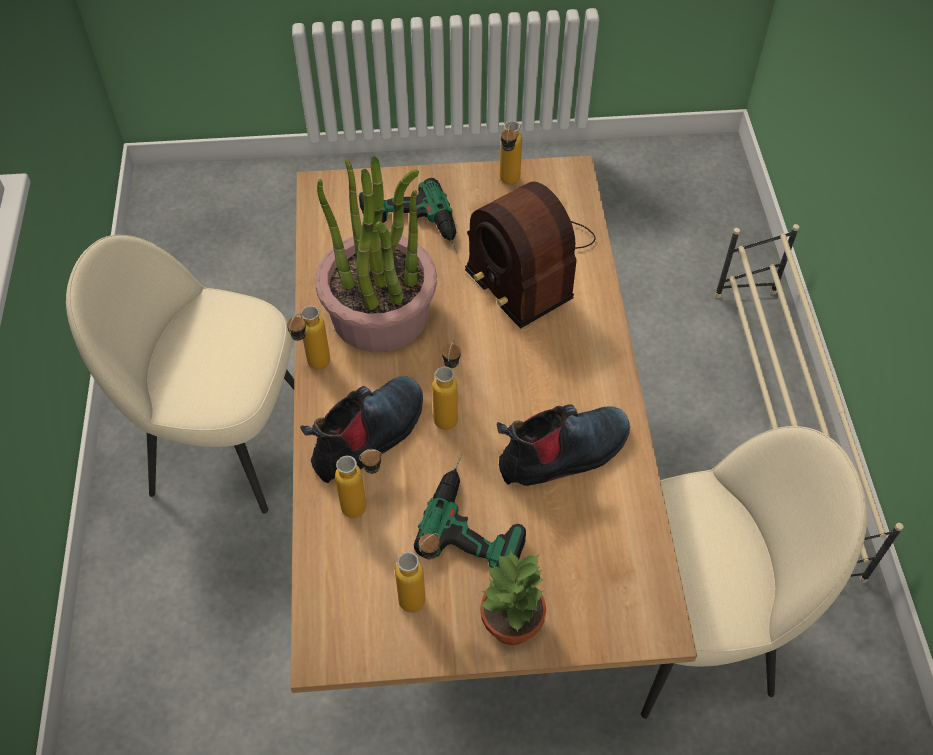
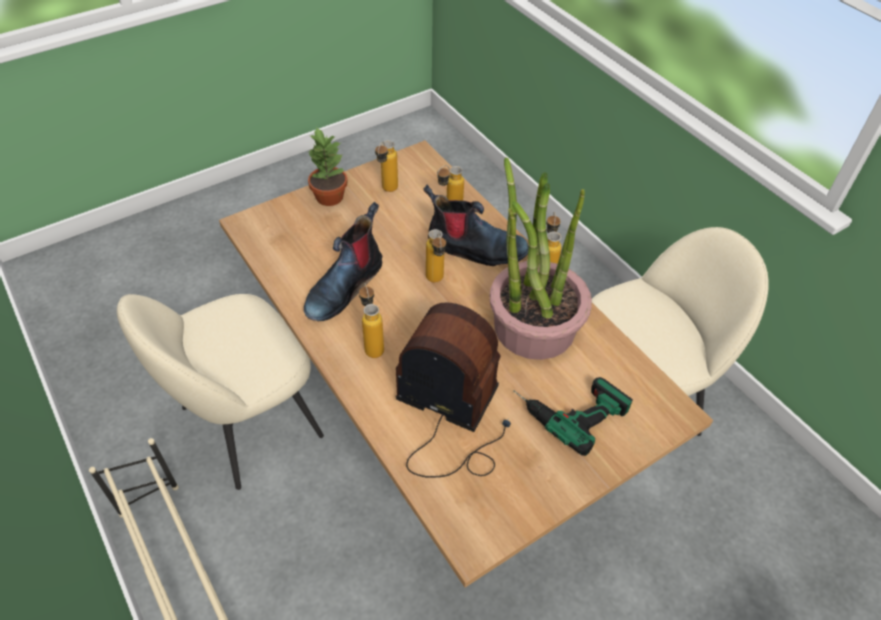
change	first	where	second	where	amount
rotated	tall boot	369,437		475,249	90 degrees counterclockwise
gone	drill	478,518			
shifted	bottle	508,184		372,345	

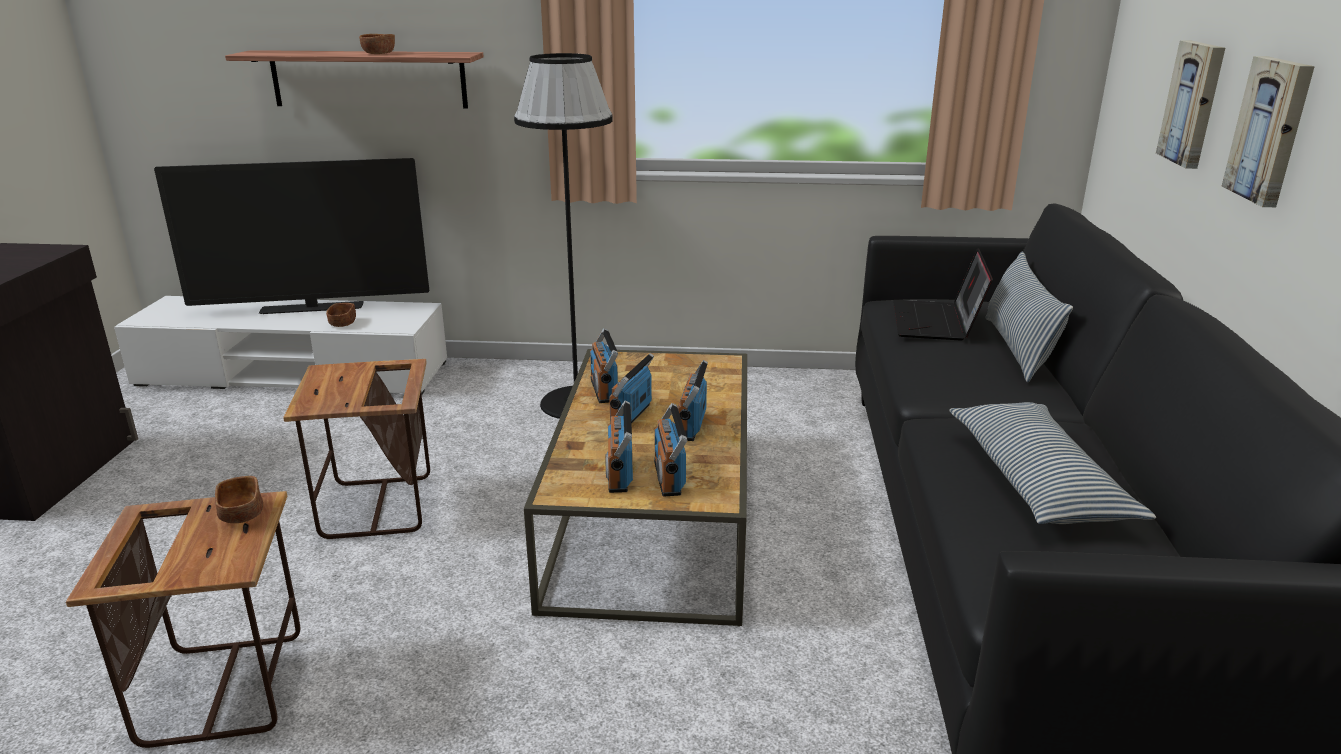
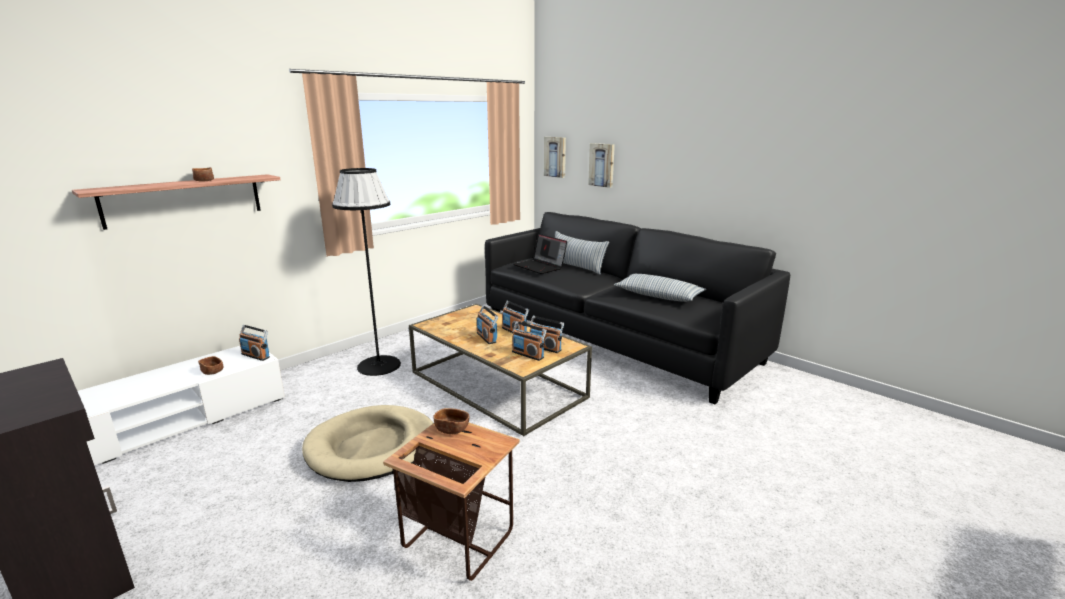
change	first	where	second	where	amount
gone	TV set	312,308			
swapped	accent table	377,508	dog bed/beige	372,447	
shifted	radio receiver	603,390		256,355	
shifted	wall art	1271,130		555,157	

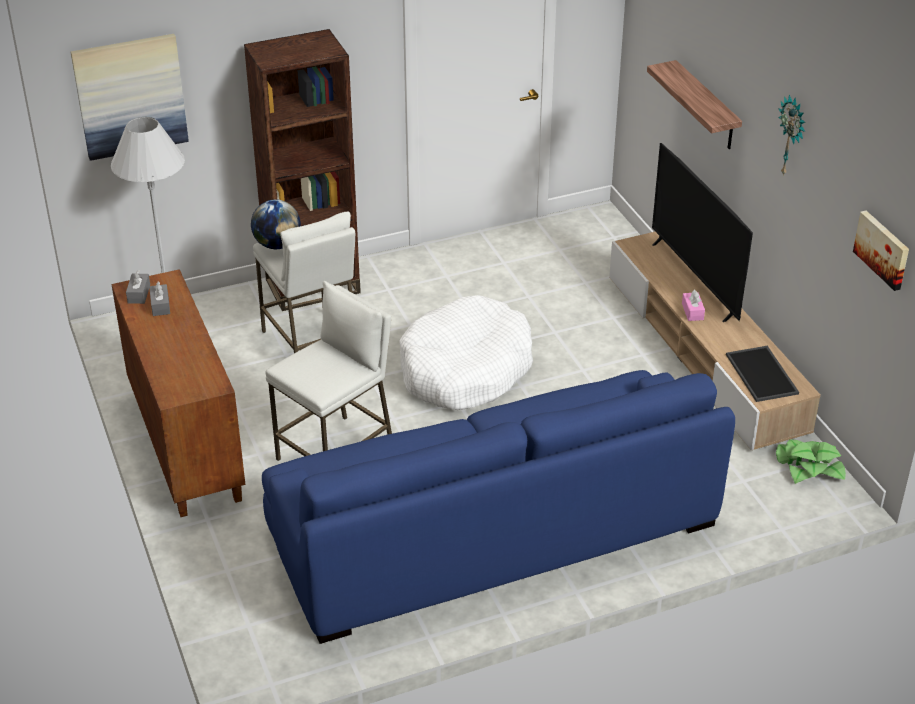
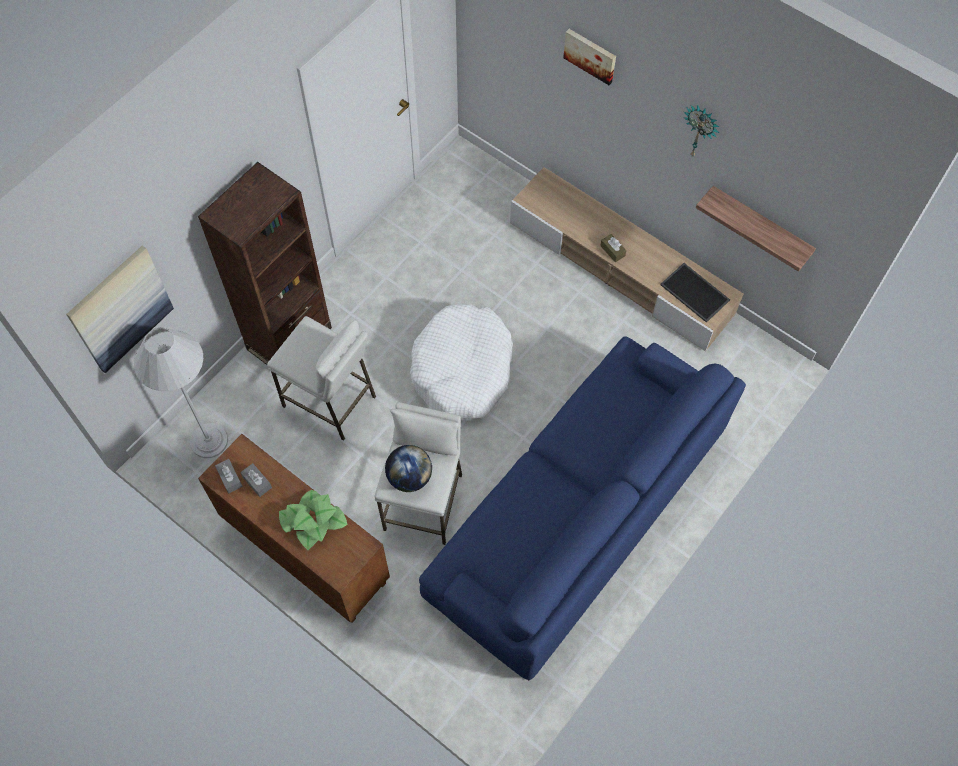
change	first	where	second	where	amount
shifted	world globe	277,244		409,477	
shifted	shelf	706,107		760,226	
gone	TV set	695,280			
repainted	tissue holder/pink	692,311	tissue holder/brown-coloured	612,251	
shifted	potted plant	809,467		313,521	
shifted	wall art	883,249		590,55	

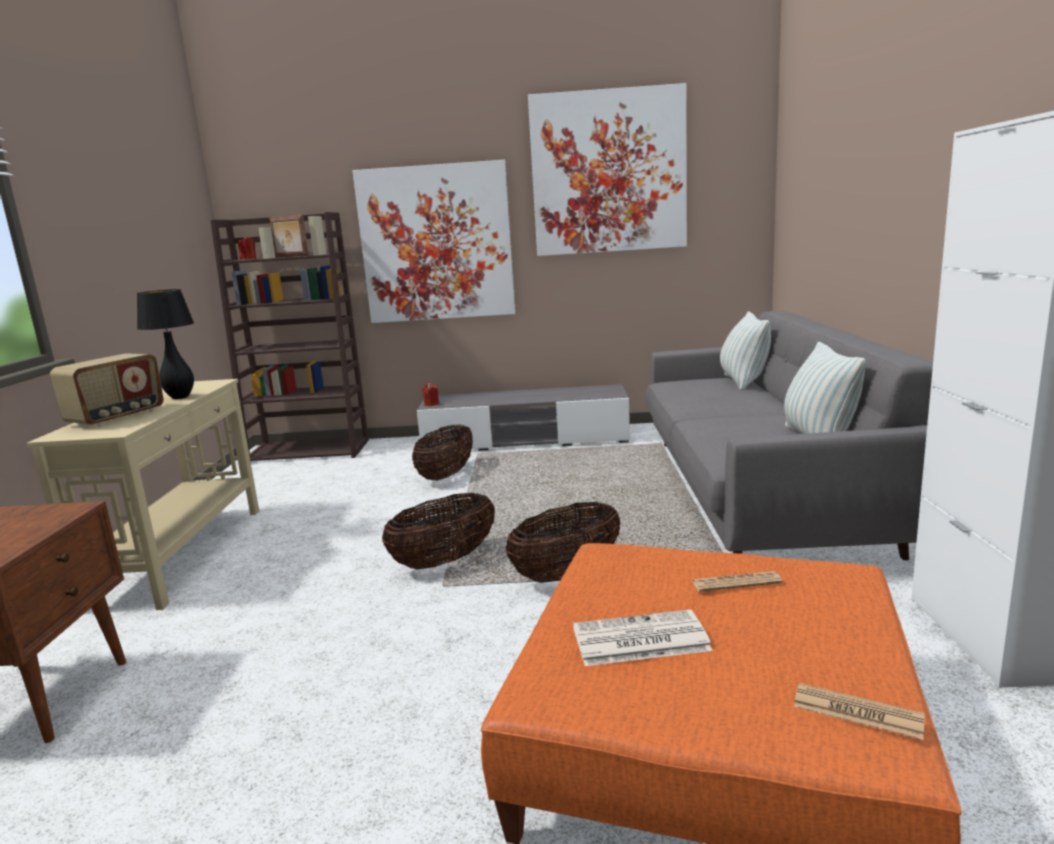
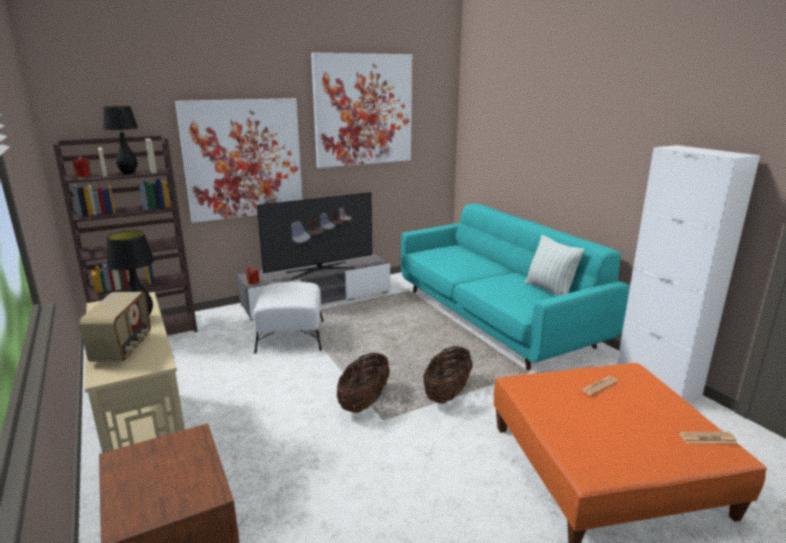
change	first	where	second	where	amount
swapped	picture frame	291,256	tabletop lamp/black	128,173	
swapped	storage basket	446,475	footrest/whitish	291,336	
gone	printed paper	638,640			
repainted	couch/grey	757,490	couch/blue-green	493,317	
gone	pillow	743,382			
new			TV set	319,270	

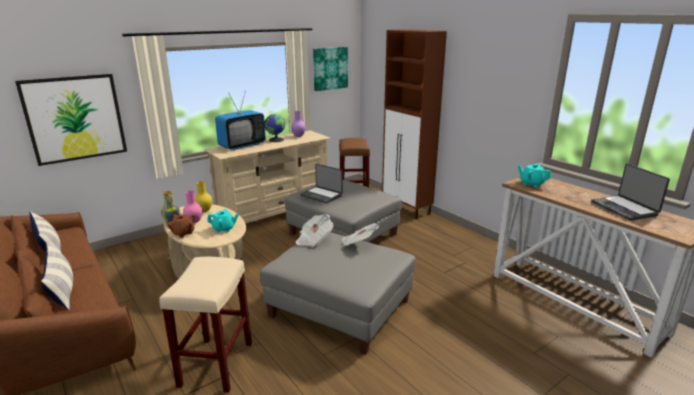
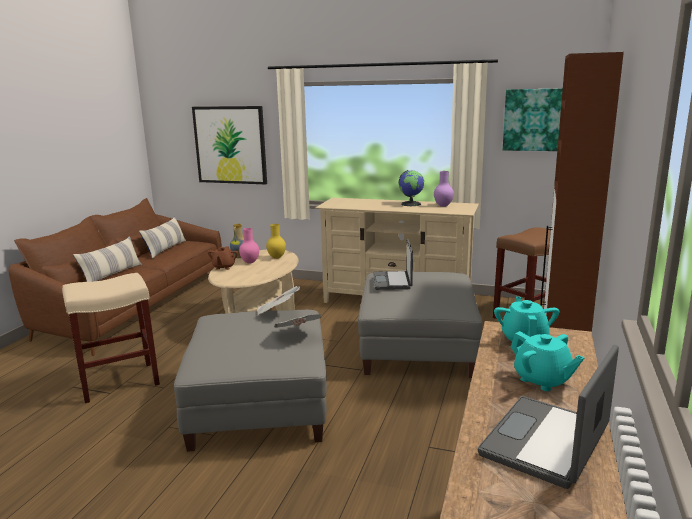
change	first	where	second	where	amount
shifted	teapot/blue-green	224,229		542,380	
gone	TV set	242,146			

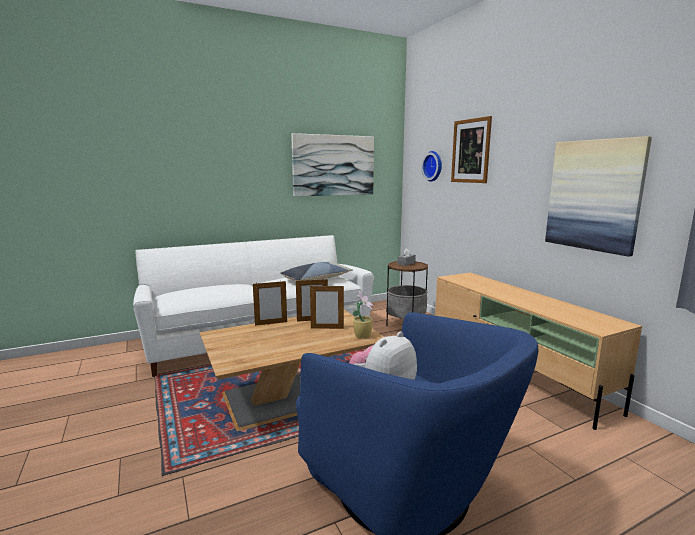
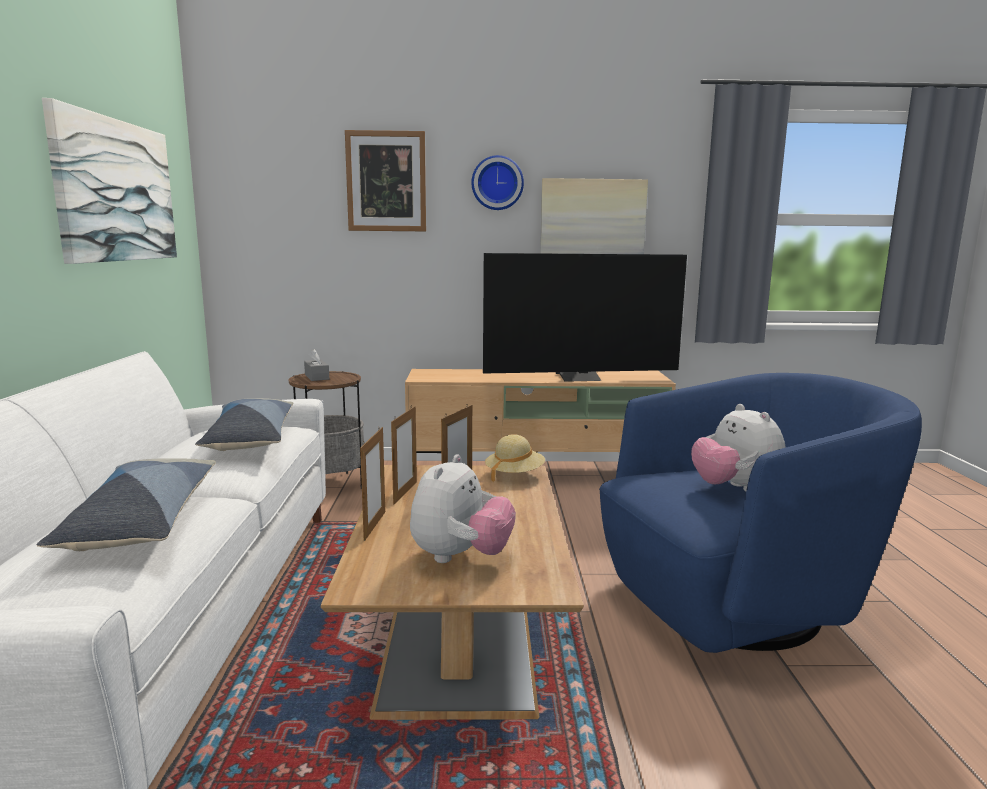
change	first	where	second	where	amount
swapped	potted plant	363,335	wearable hat/beige	514,474	
shifted	wall clock	433,166		497,183	
new			pillow	142,520	
new			plush toy	460,557	
new			TV set	580,378	

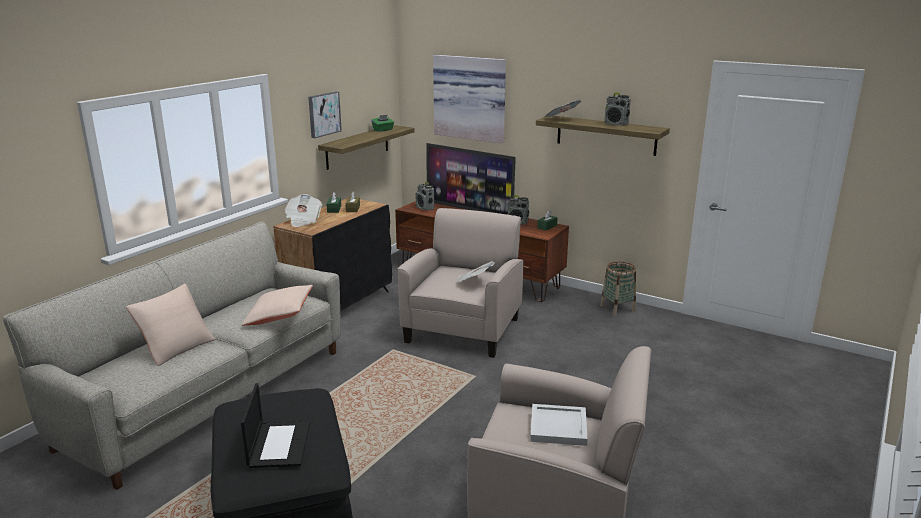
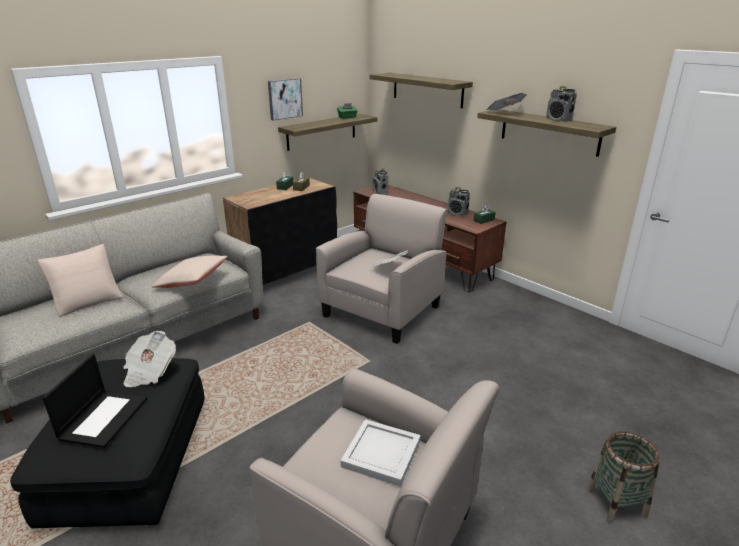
change	first	where	second	where	amount
shifted	printed paper	303,220		149,371	
gone	TV set	469,209			
swapped	wall art	470,98	shelf	427,90	
shifted	storage basket	617,308		616,503	

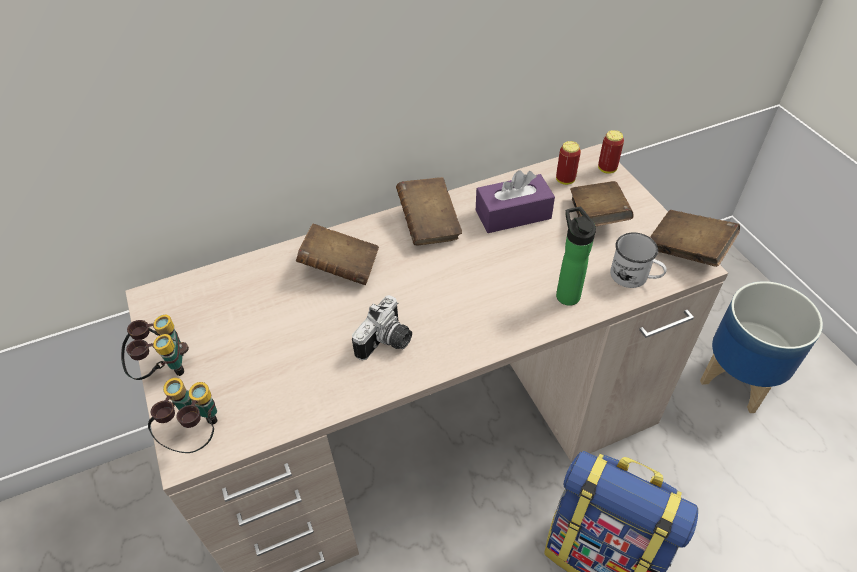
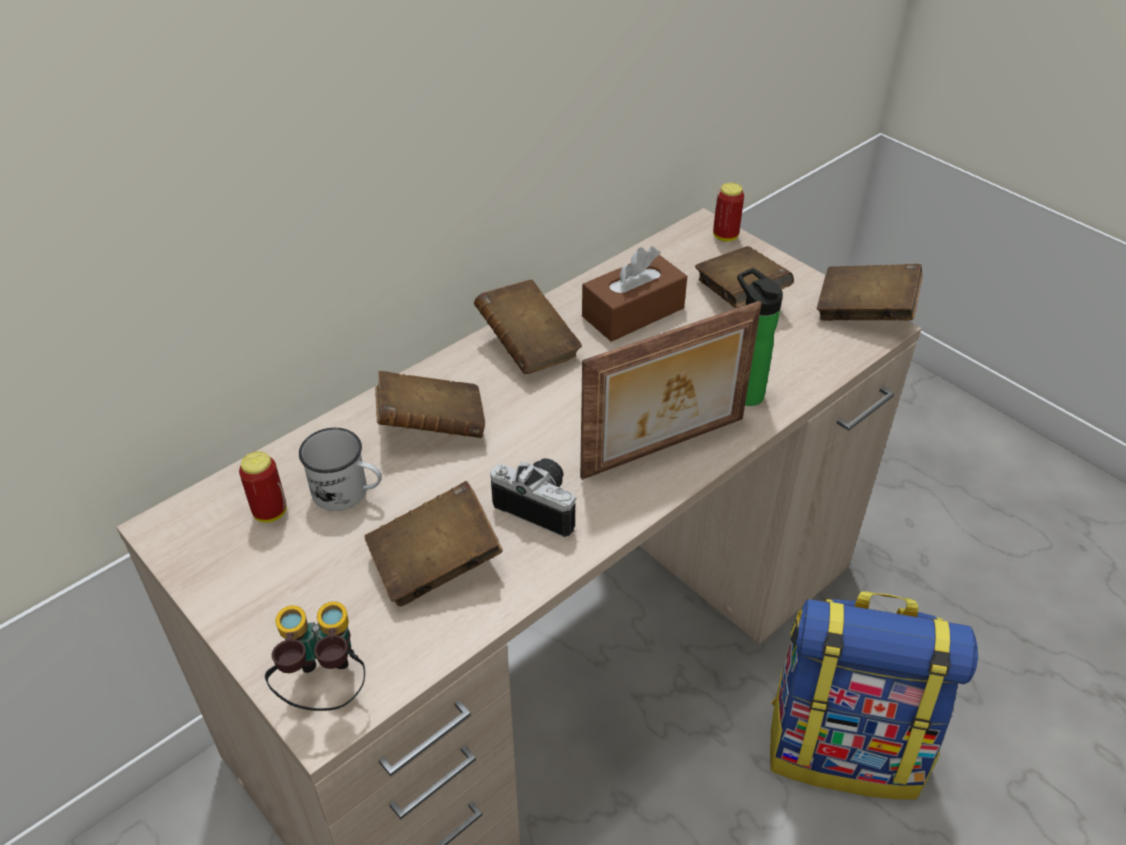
change	first	where	second	where	amount
gone	field glasses	163,367			
rotated	photo camera	387,342		542,504	75 degrees counterclockwise
repainted	tissue holder/purplish	513,214	tissue holder/brown-coloured	633,312	
shifted	can	565,180		270,512	
shifted	tea mug/whitish	634,277		348,493	
gone	planter	739,380			
new			volume/brown-coloured	435,564	
new			picture frame	665,449	

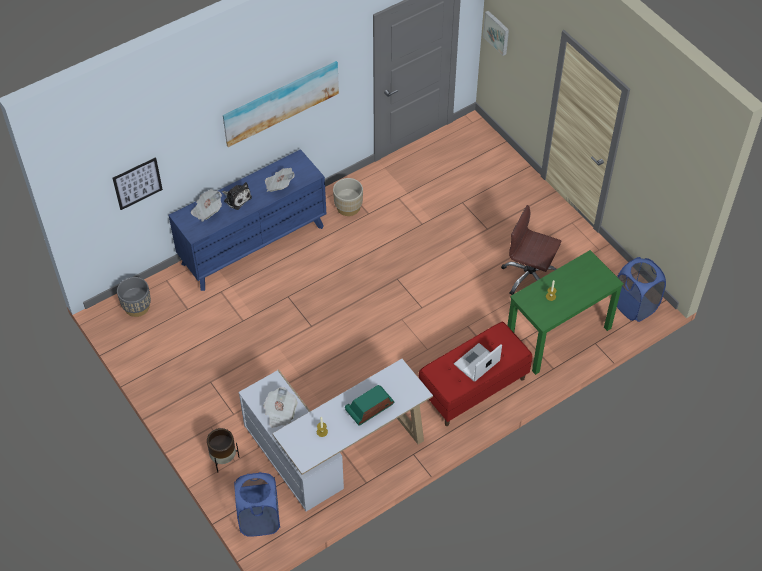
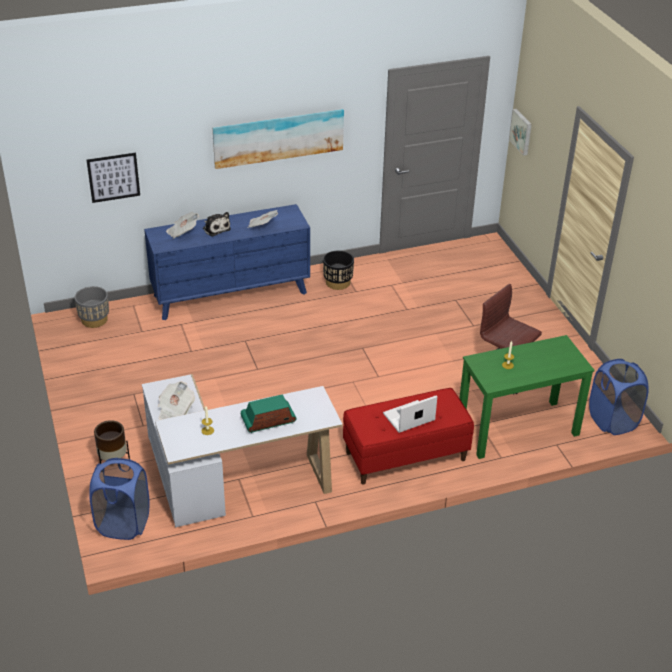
change	first	where	second	where	amount
repainted	planter/beige	348,207	planter/black	337,283	

